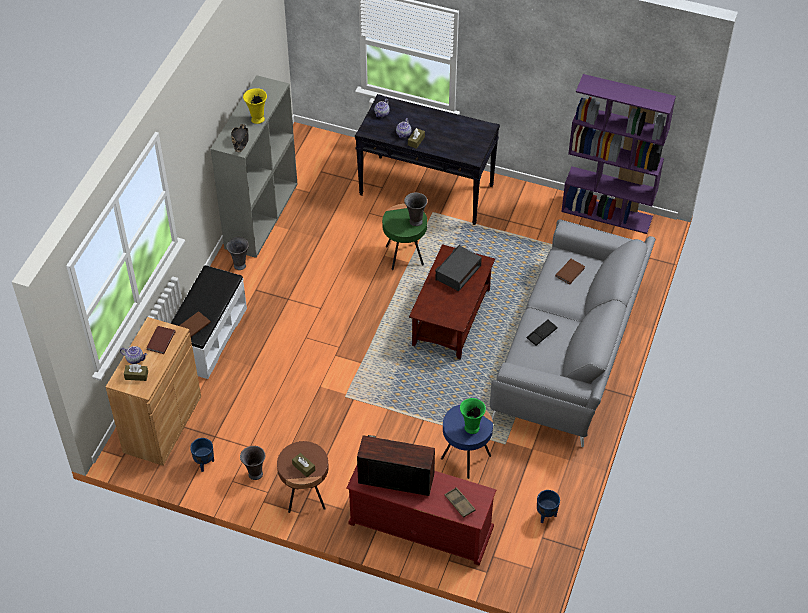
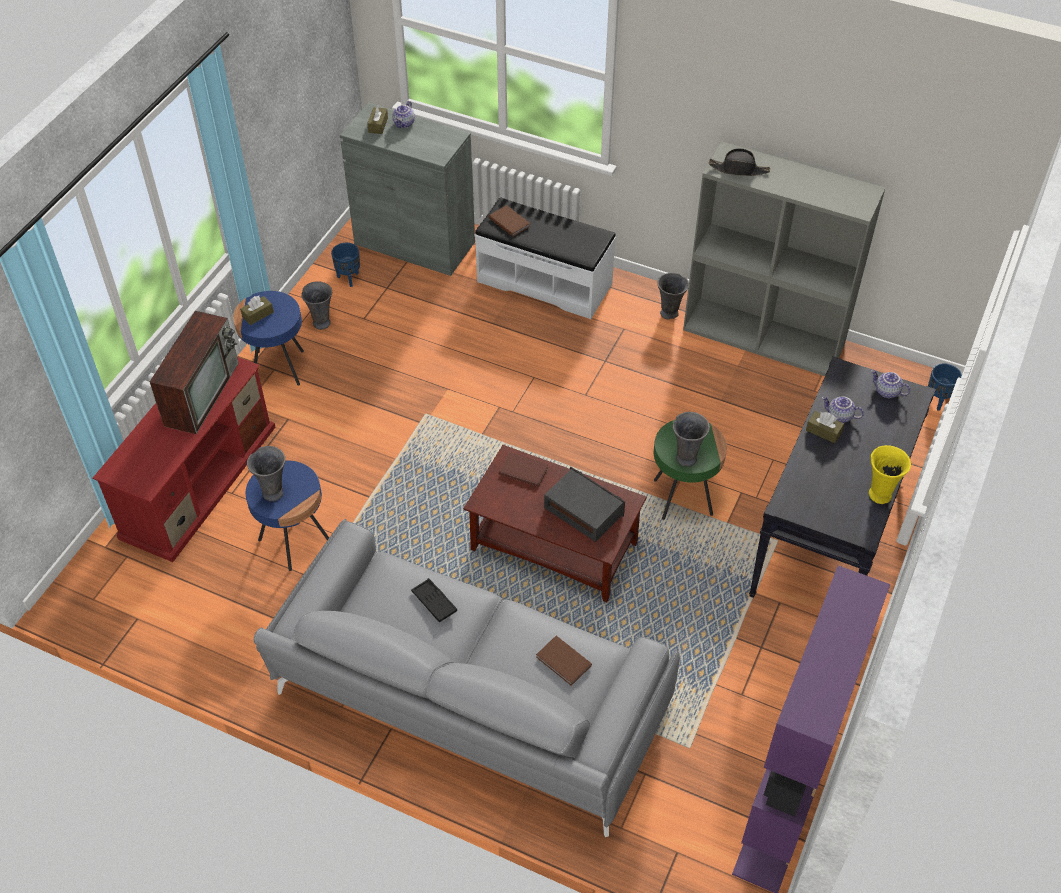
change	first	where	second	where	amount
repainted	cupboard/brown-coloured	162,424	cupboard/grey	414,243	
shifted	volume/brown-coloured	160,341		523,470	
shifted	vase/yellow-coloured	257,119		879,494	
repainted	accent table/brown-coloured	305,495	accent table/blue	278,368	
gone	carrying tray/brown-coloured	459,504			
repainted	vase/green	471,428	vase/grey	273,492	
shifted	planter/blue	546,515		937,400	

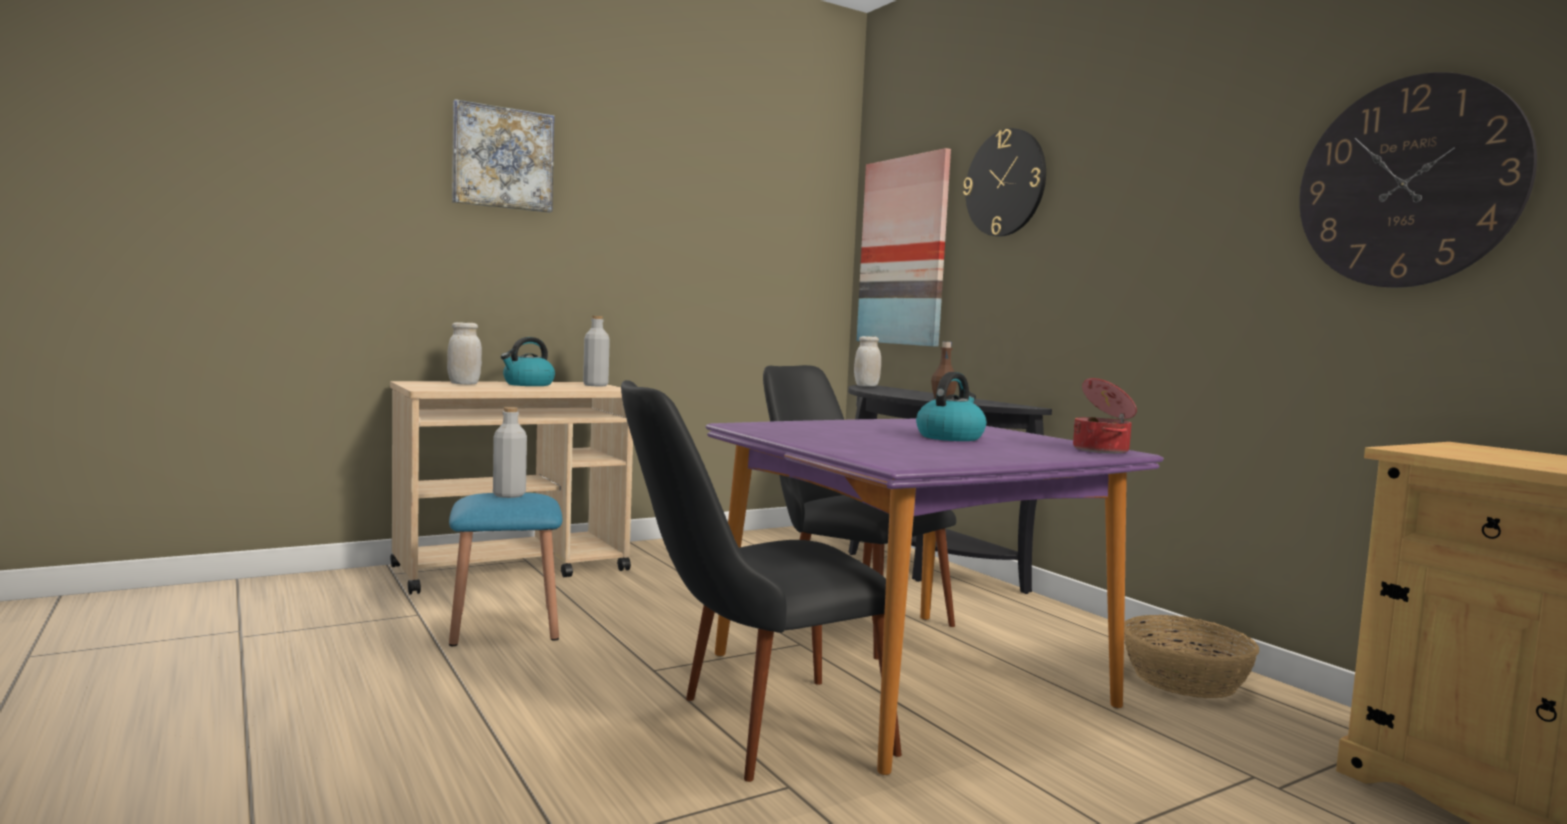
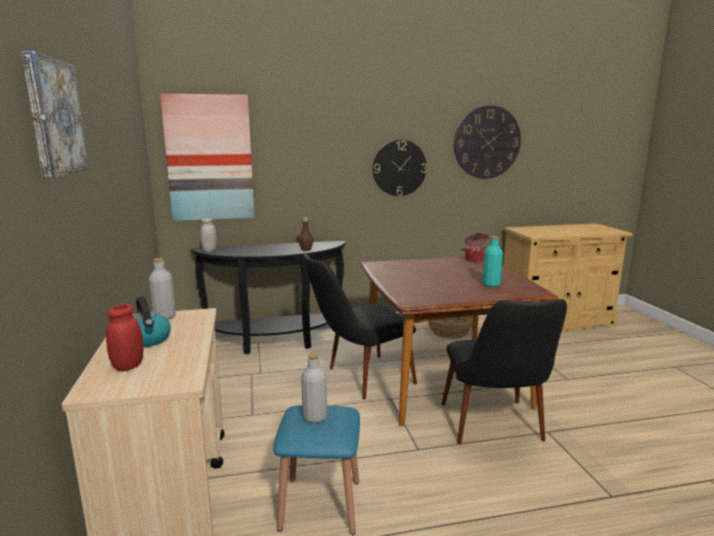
change	first	where	second	where	amount
repainted	preserve jar/whitish	464,384	preserve jar/red	128,366	
repainted	dinner table/purplish	906,680	dinner table/brown-coloured	443,383	
gone	tea kettle	950,437			
shifted	wall clock	1005,183		399,168	
new			bottle/blue-green	491,284	

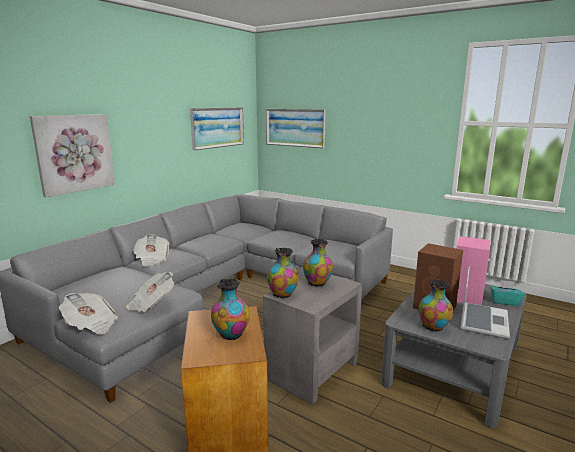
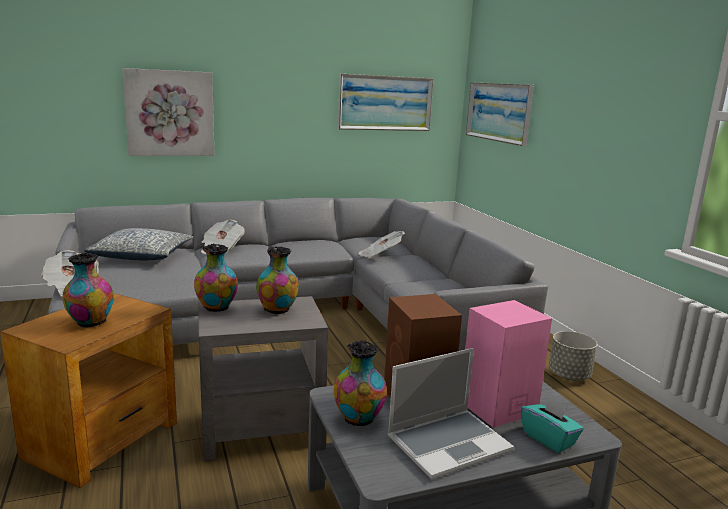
change	first	where	second	where	amount
shifted	printed paper	151,303		380,255	
new			pillow	142,256	
new			planter/grey	569,375	

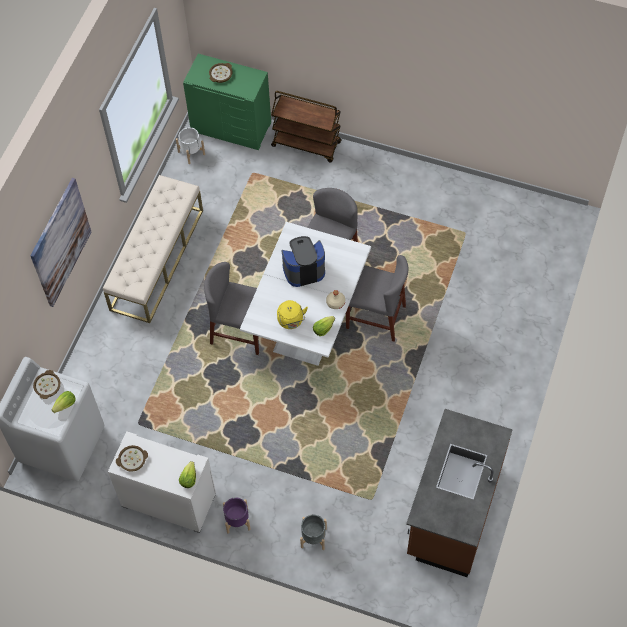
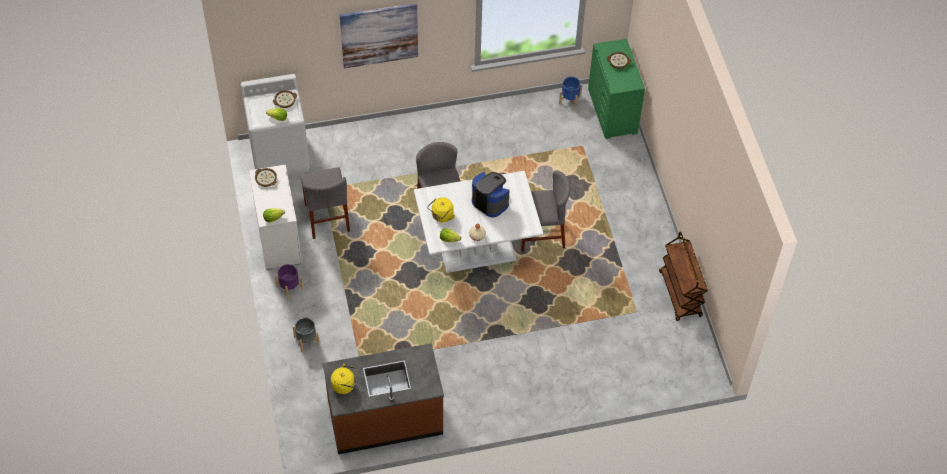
change	first	where	second	where	amount
gone	indoor bench/beige	157,259			
repainted	planter/whitish	191,153	planter/blue	569,99	
shifted	cart/brown-coloured	307,144		680,294	
shifted	upright chair/grey	375,317		327,217	
new			tea kettle/yellow-coloured	345,385	

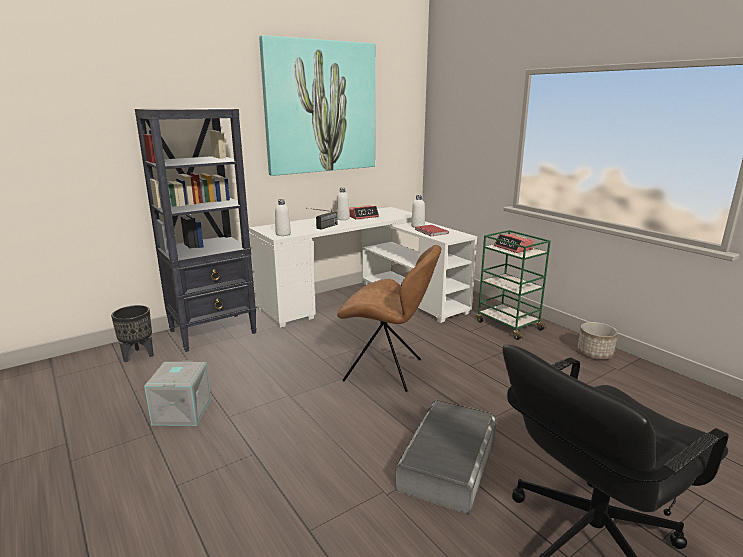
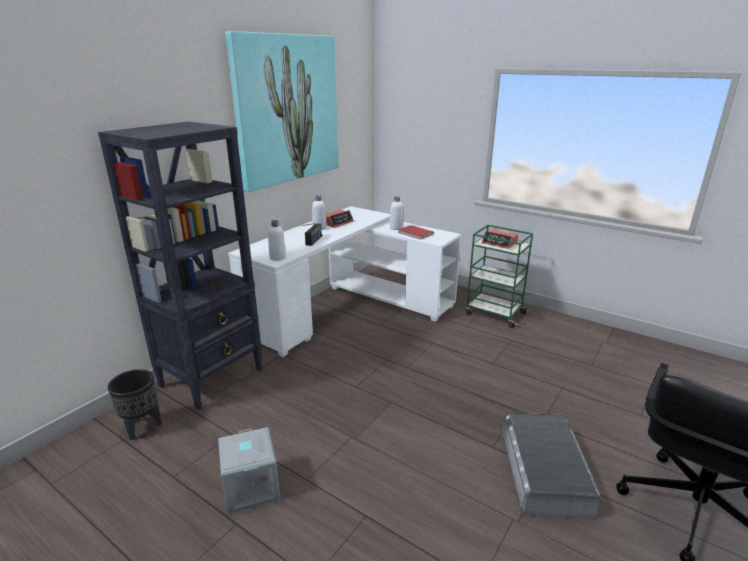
change	first	where	second	where	amount
gone	upright chair/brown-coloured	386,371			
gone	planter	595,354			

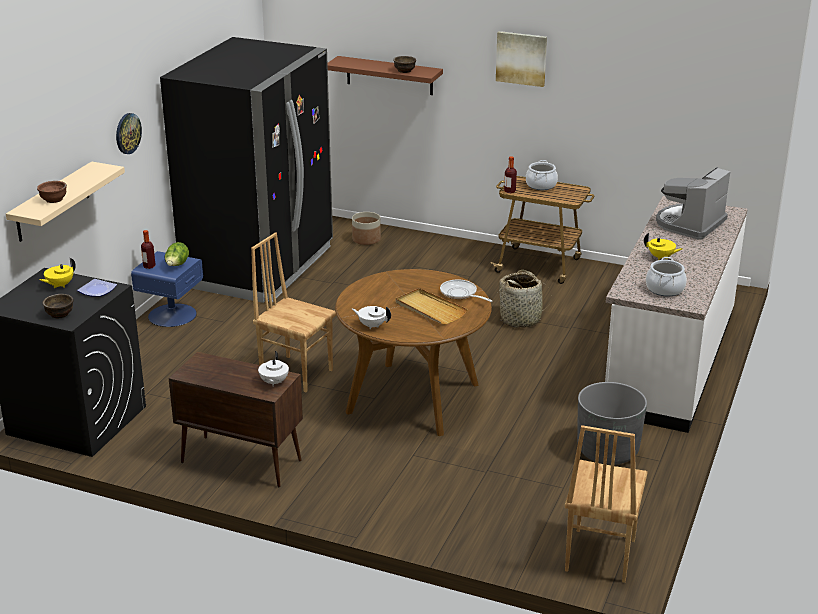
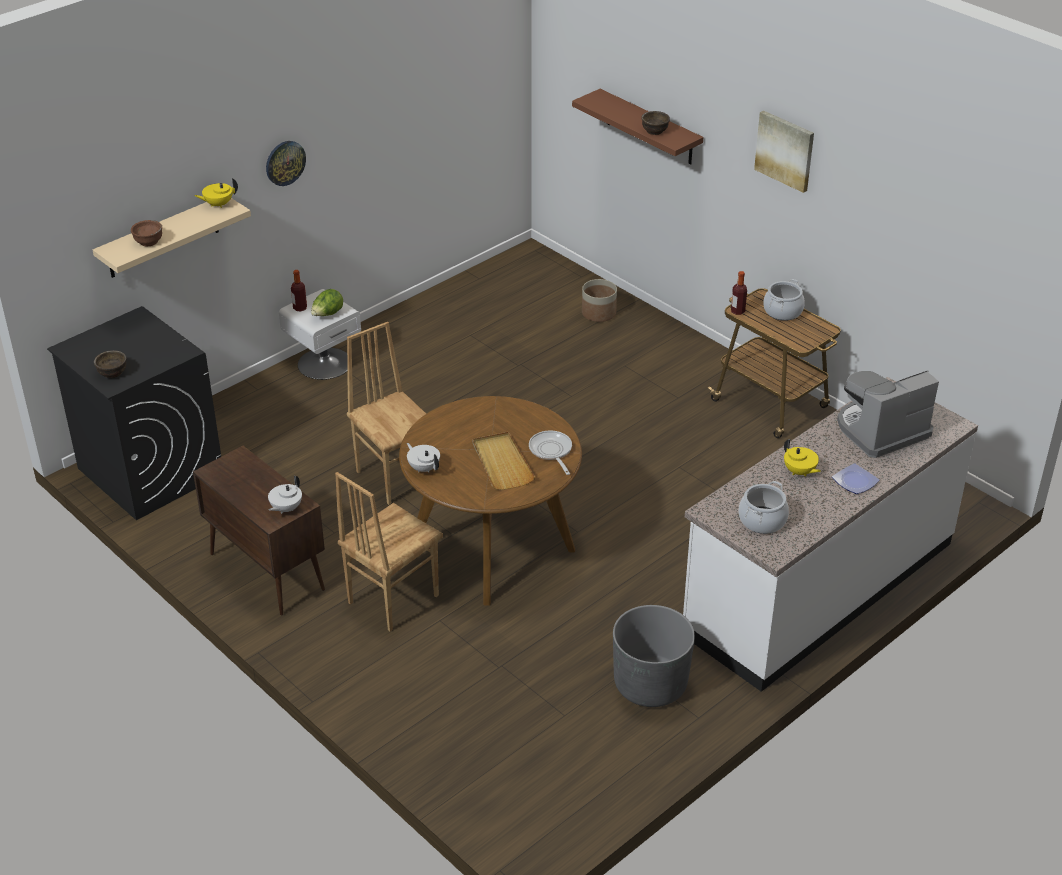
change	first	where	second	where	amount
shifted	teapot/yellow-coloured	59,285		218,204	
shifted	flat dish	97,290		855,481	
repainted	bedside table/blue	171,315	bedside table/whitish	324,363	
gone	kitchen fridge/black	259,267			
gone	storage basket	520,319			
shifted	upright chair/brown-coloured	598,555		391,599	

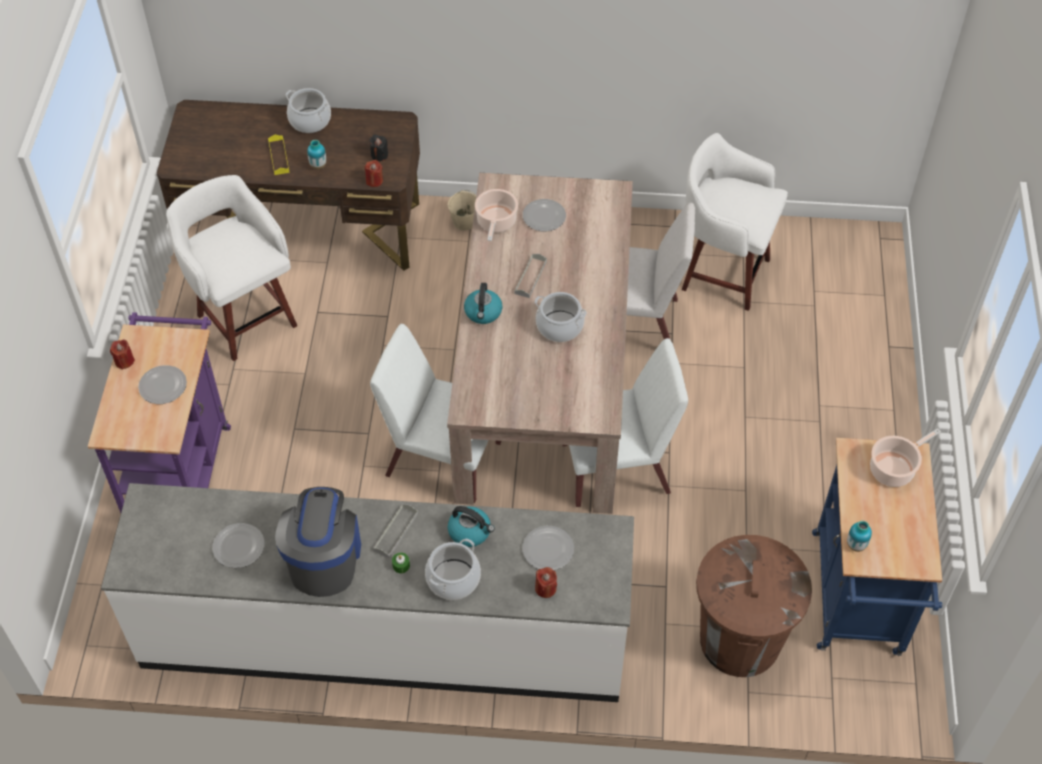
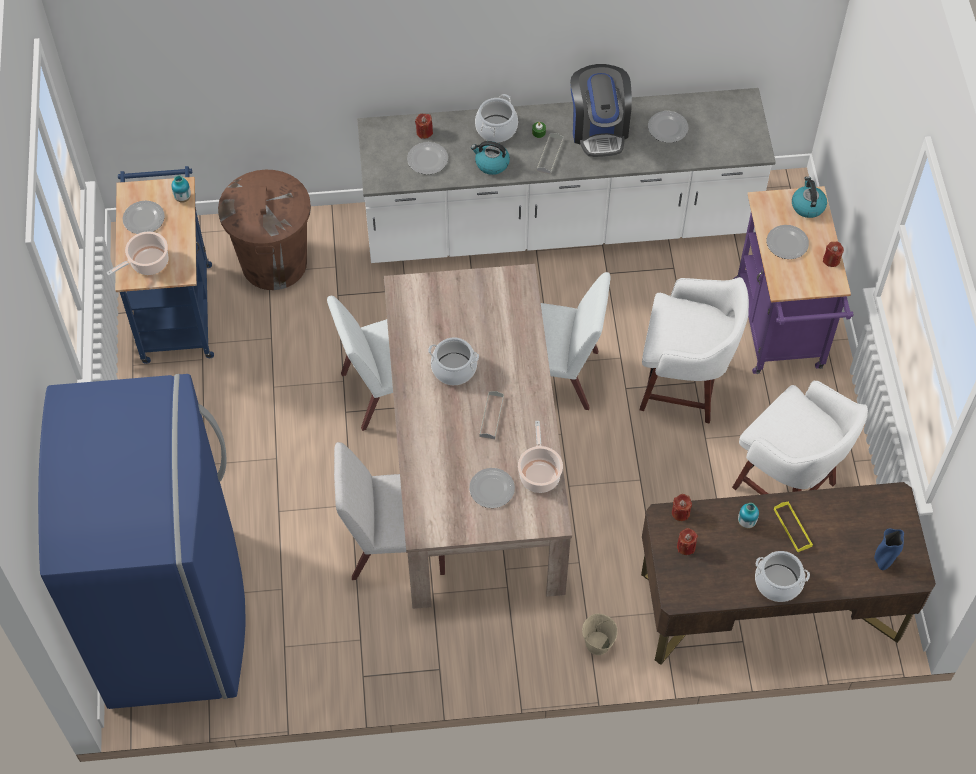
change	first	where	second	where	amount
repainted	wax candle/black	379,155	wax candle/red	686,547	
shifted	tea kettle	483,312		807,205	
shifted	stool seat/whitish	722,273		684,387	
new			kitchen fridge/blue	175,616	
new			flat dish	143,219	
new			vase/blue	883,562	

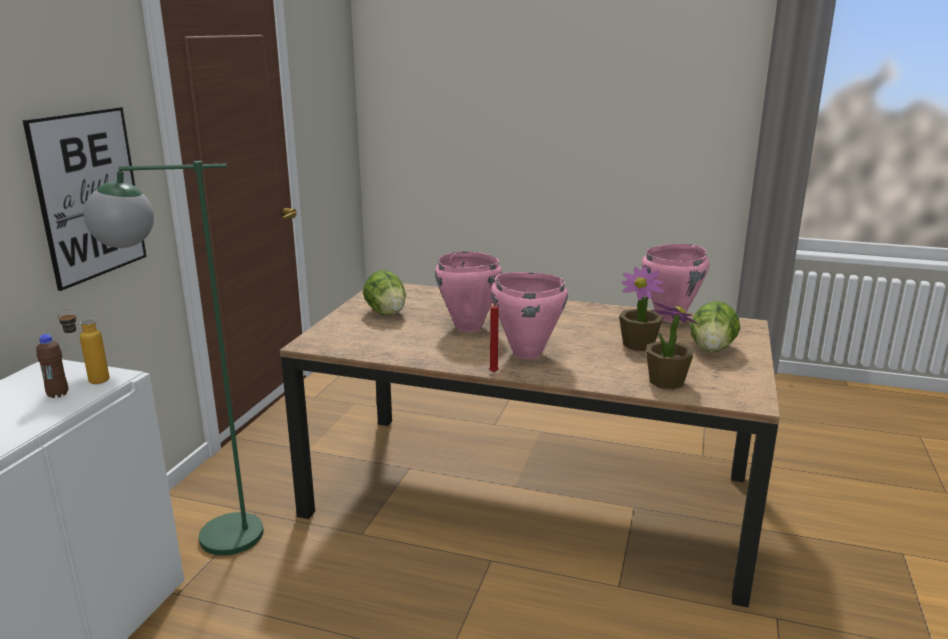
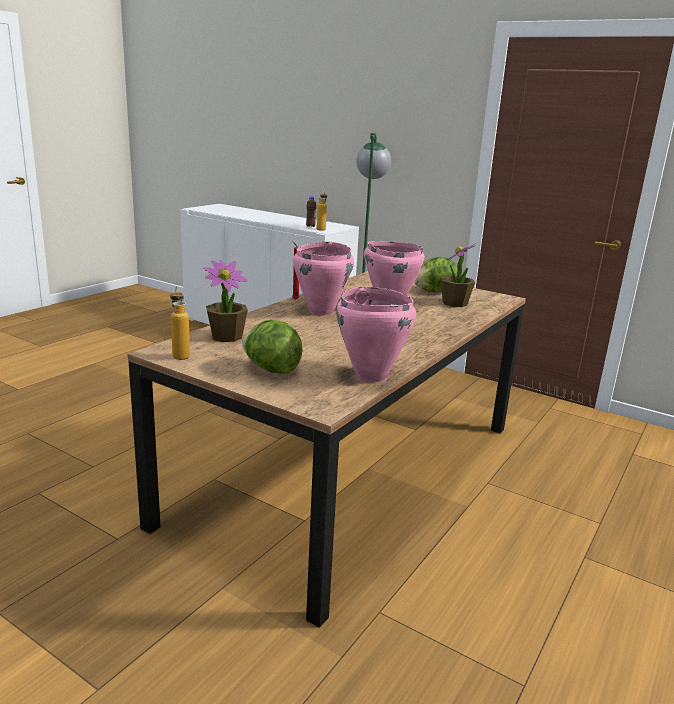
change	first	where	second	where	amount
gone	wall art	89,195			
shifted	potted plant	639,344		454,303	
new			bottle	180,354	

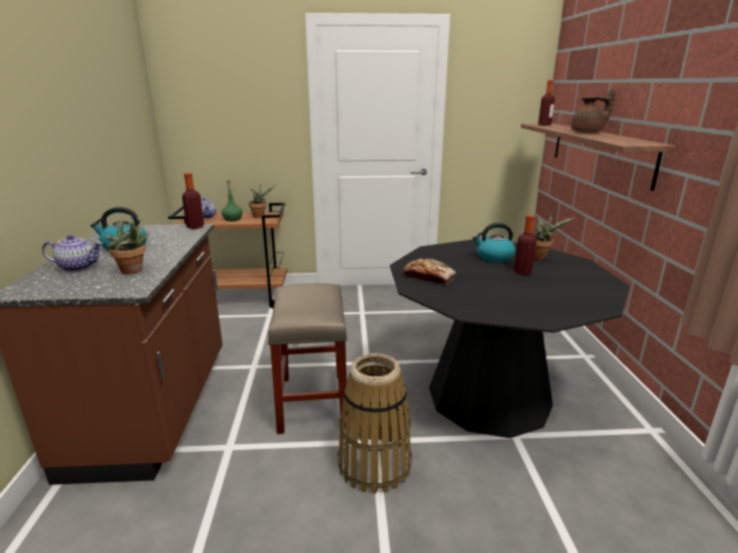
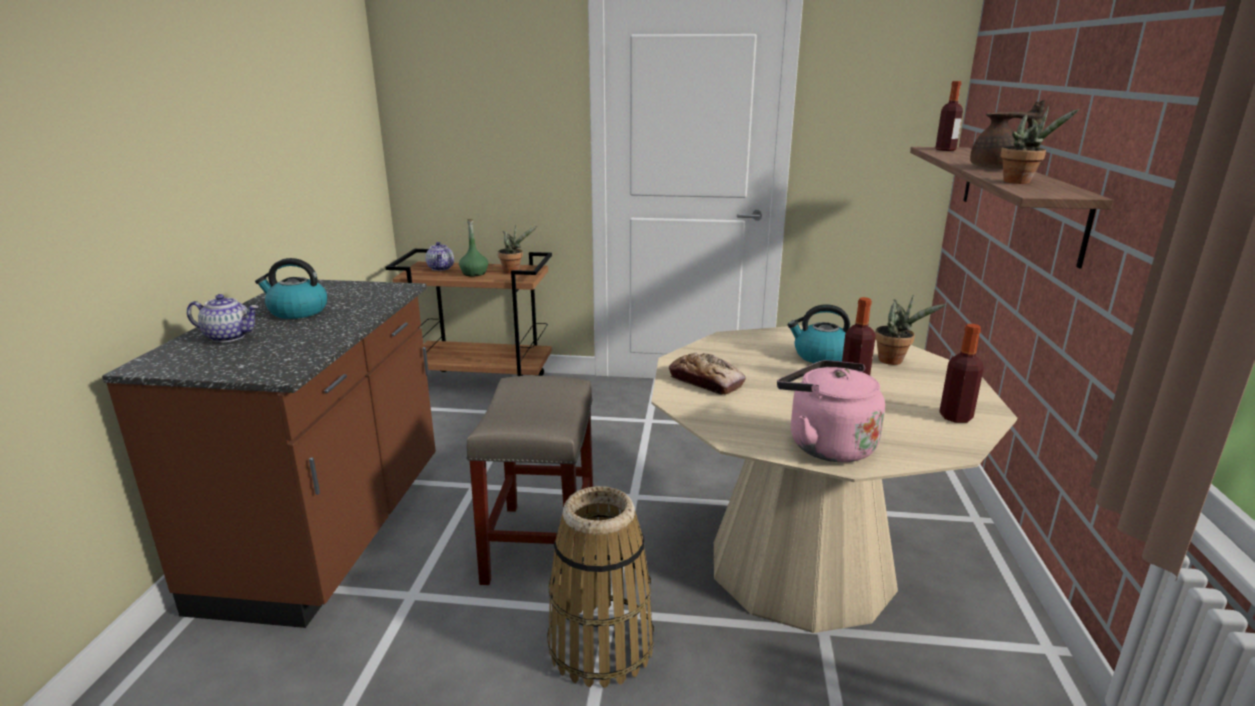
change	first	where	second	where	amount
shifted	potted plant	134,271		1021,182	
shifted	bottle	195,227		955,417	
repainted	dinner table/black	489,396	dinner table/beige	801,566	
new			tea kettle/pink	826,445	

